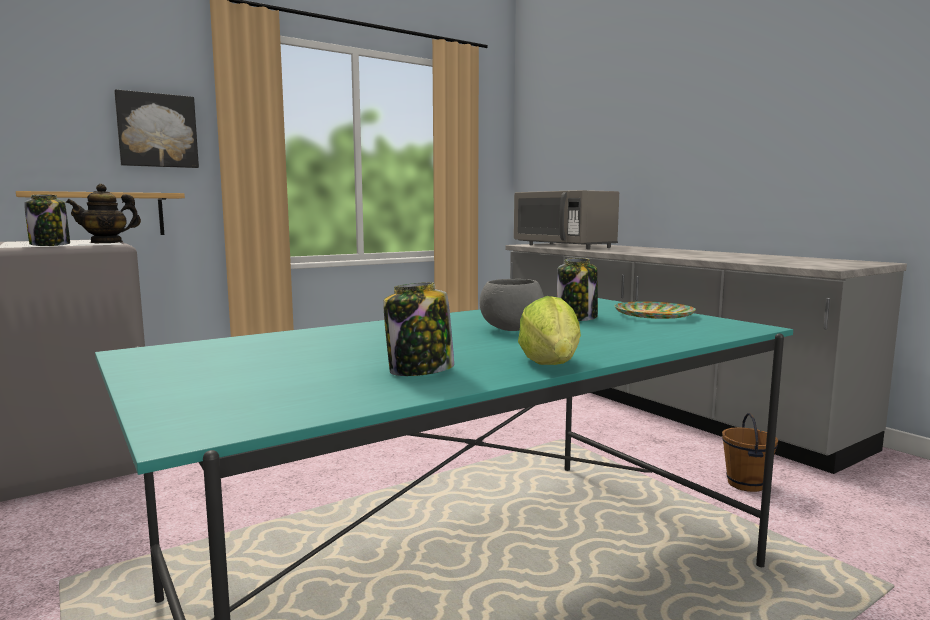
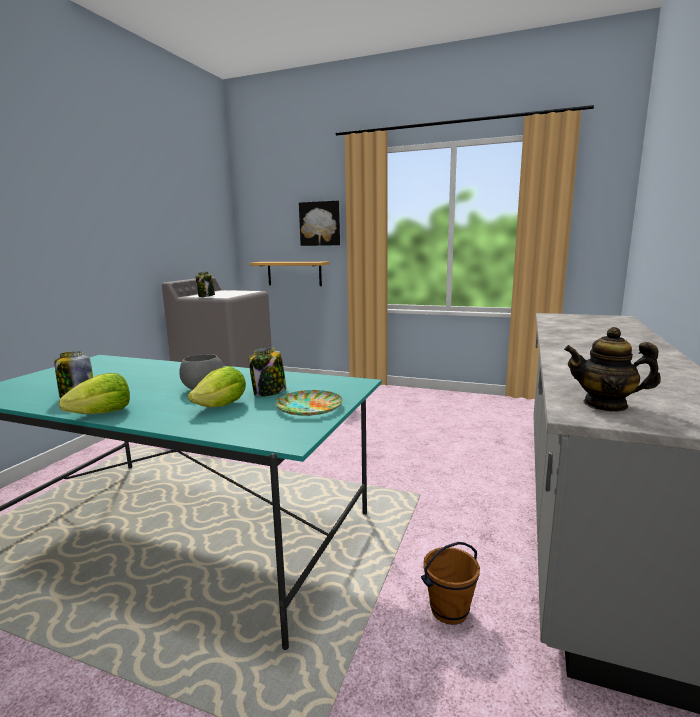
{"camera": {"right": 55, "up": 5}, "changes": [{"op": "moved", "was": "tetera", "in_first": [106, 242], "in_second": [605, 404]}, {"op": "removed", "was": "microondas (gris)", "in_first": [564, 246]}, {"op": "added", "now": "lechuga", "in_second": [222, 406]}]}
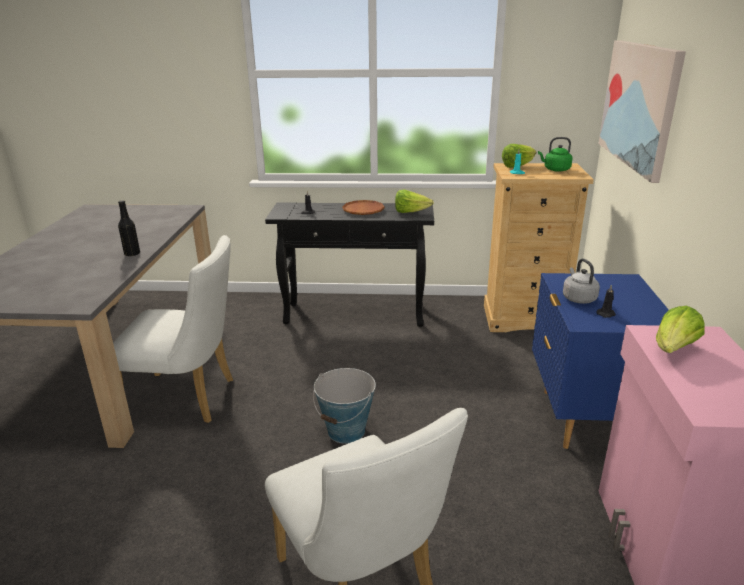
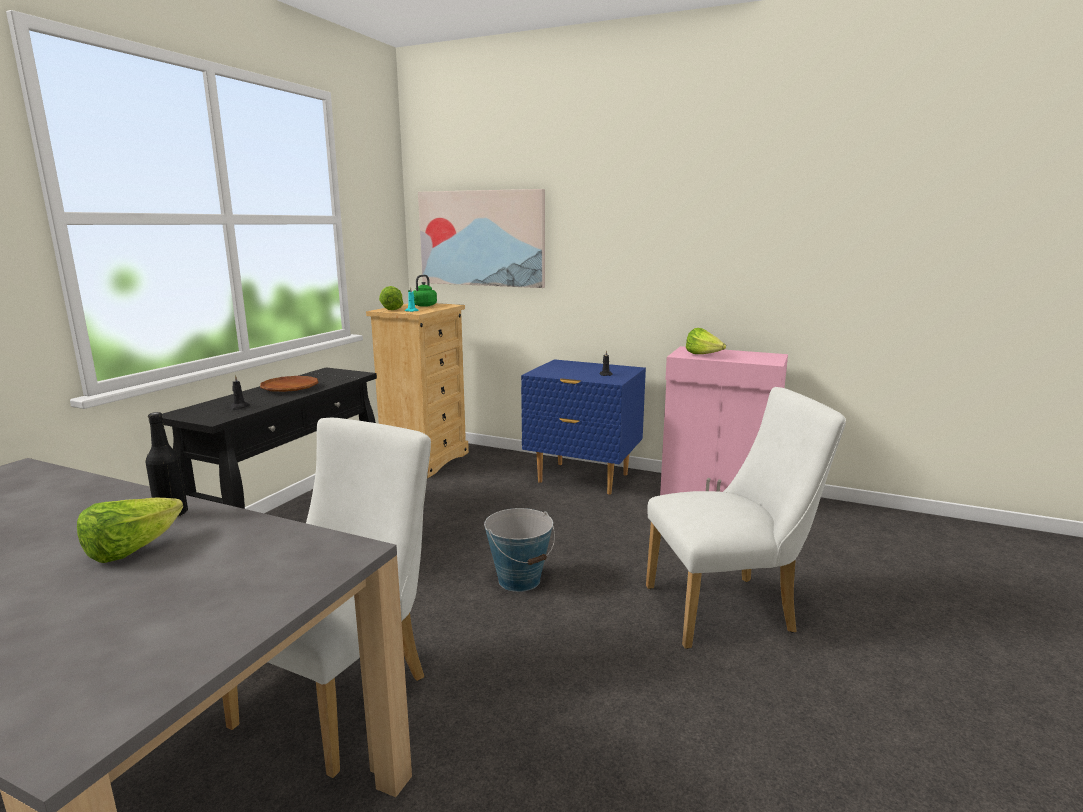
{"camera": {"right": -70, "up": -10}, "changes": [{"op": "moved", "was": "lechuga", "in_first": [410, 212], "in_second": [132, 550]}, {"op": "removed", "was": "hervidor (gris)", "in_first": [578, 298]}]}
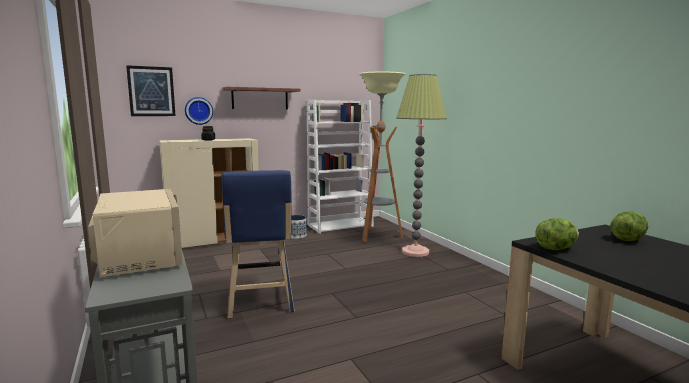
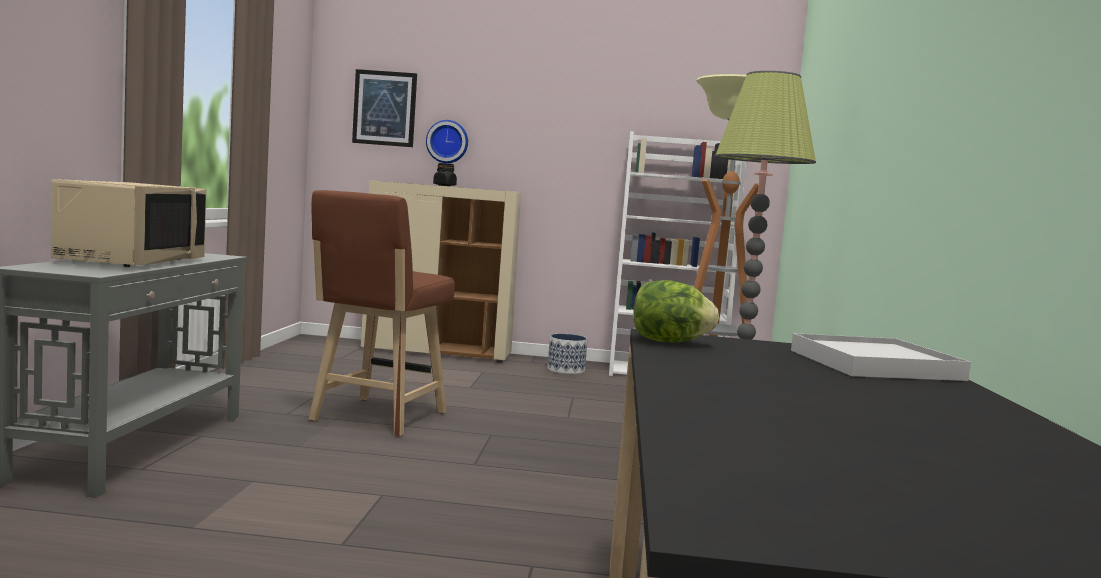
{"camera": {"right": 30, "up": -5}, "changes": [{"op": "recoloured", "was": "taburete (azul)", "now": "taburete (marrón)", "in_first": [260, 303], "in_second": [375, 418]}, {"op": "removed", "was": "estante", "in_first": [260, 98]}, {"op": "replaced", "was": "lechuga", "now": "bandeja (blanco)", "in_first": [627, 239], "in_second": [873, 365]}]}
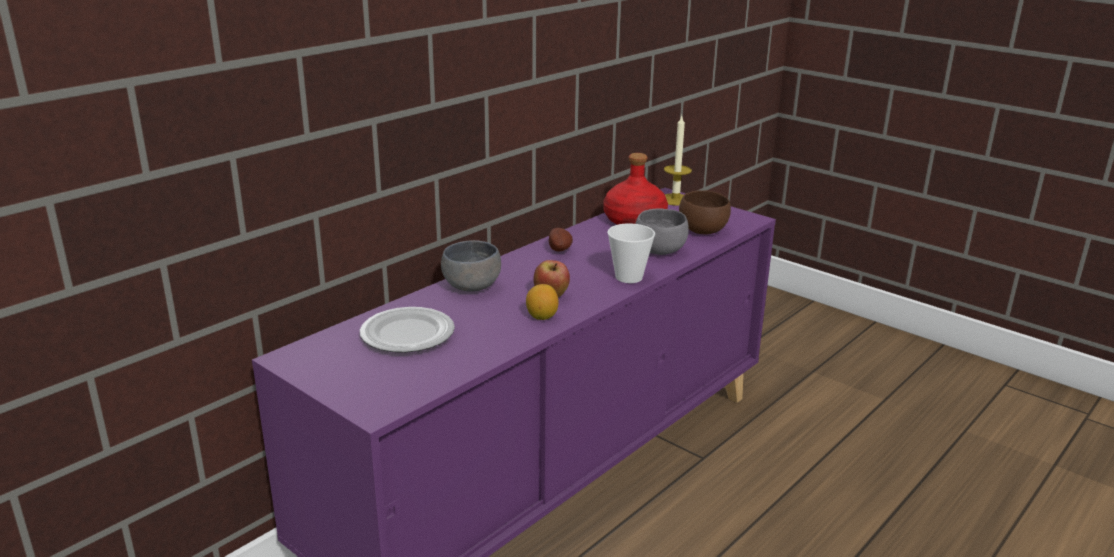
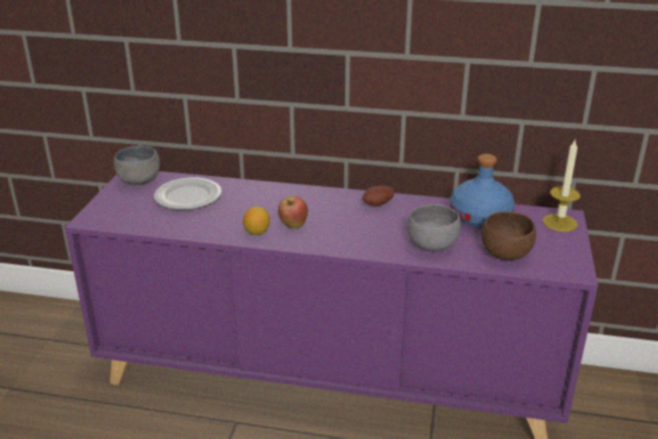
{"camera": {"right": 60, "up": 5}, "changes": [{"op": "moved", "was": "cuenco (gris)", "in_first": [470, 288], "in_second": [137, 181]}, {"op": "recoloured", "was": "botella (rojo)", "now": "botella (azul)", "in_first": [634, 220], "in_second": [480, 217]}, {"op": "removed", "was": "taza", "in_first": [629, 277]}]}
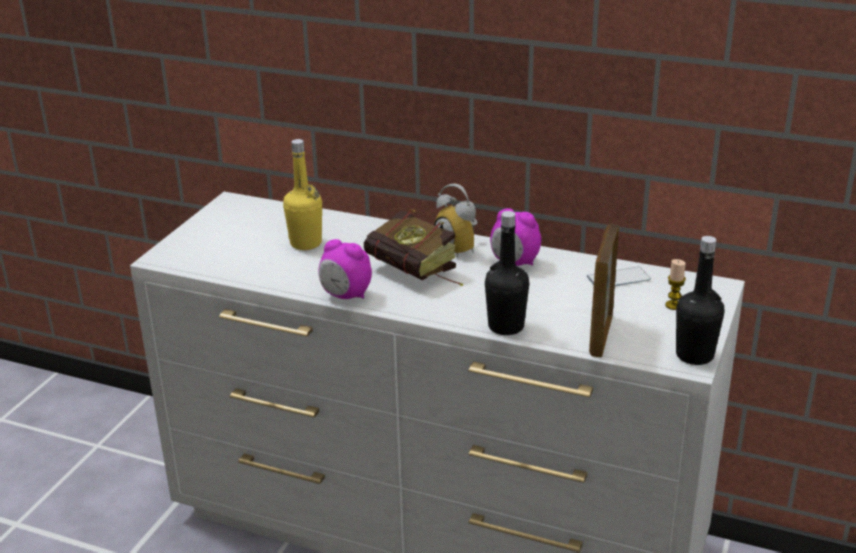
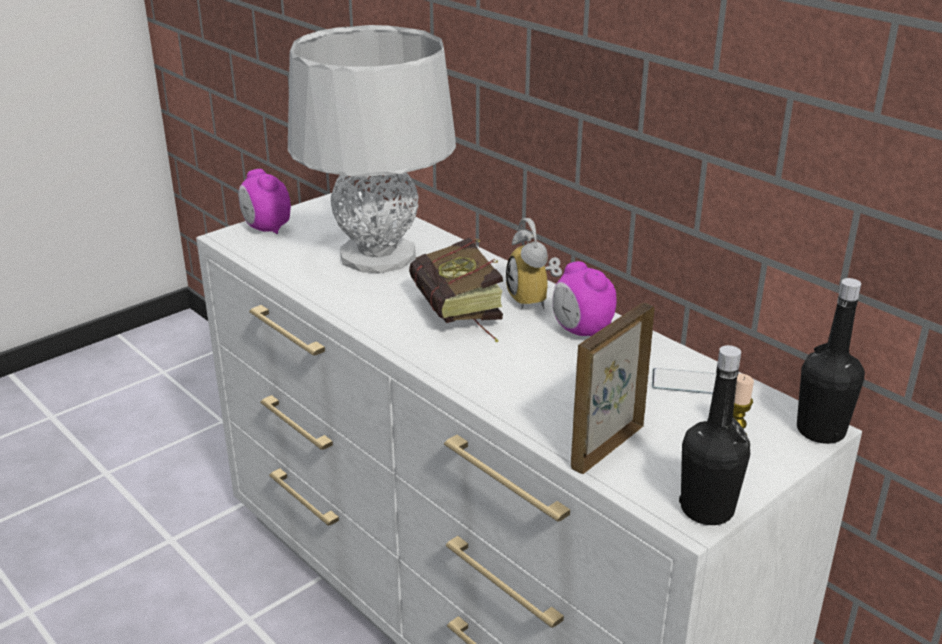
{"camera": {"right": 25, "up": 0}, "changes": [{"op": "replaced", "was": "botella (amarillo)", "now": "lámpara de mesa (gris)", "in_first": [306, 243], "in_second": [377, 255]}, {"op": "moved", "was": "despertador", "in_first": [345, 295], "in_second": [266, 229]}, {"op": "moved", "was": "botella (negro)", "in_first": [506, 326], "in_second": [820, 431]}]}
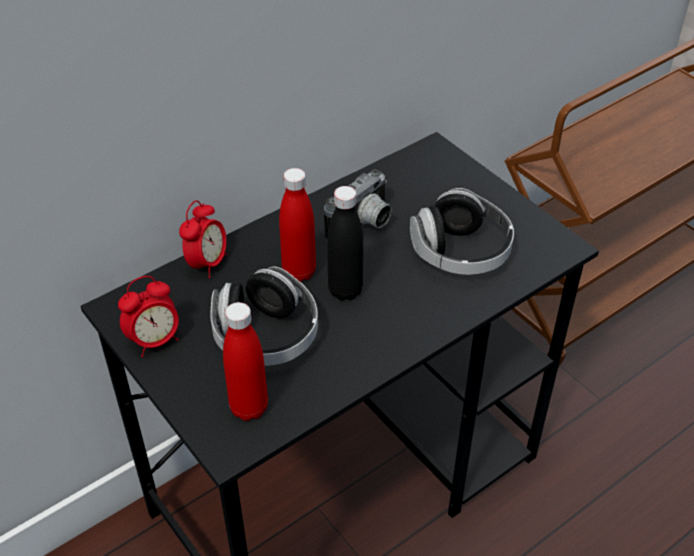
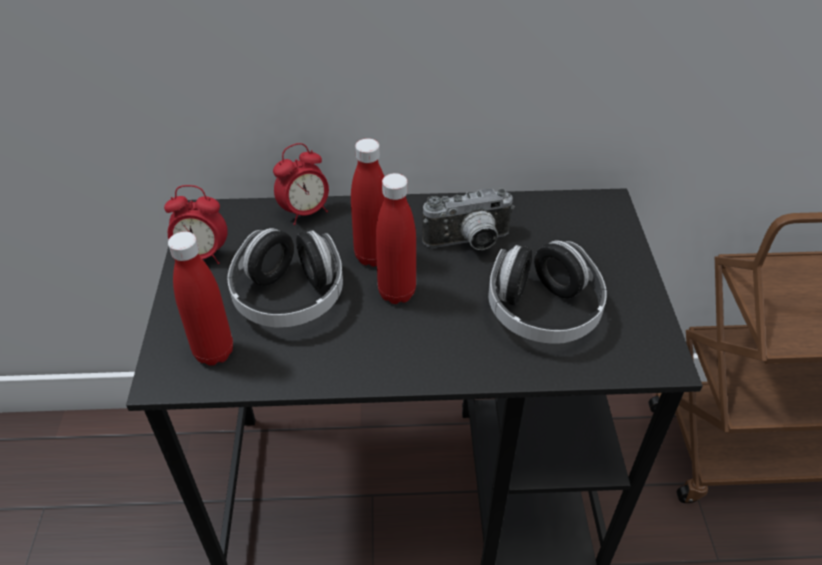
{"camera": {"right": 35, "up": 0}, "changes": [{"op": "recoloured", "was": "botella (negro)", "now": "botella (rojo)", "in_first": [345, 290], "in_second": [397, 293]}]}
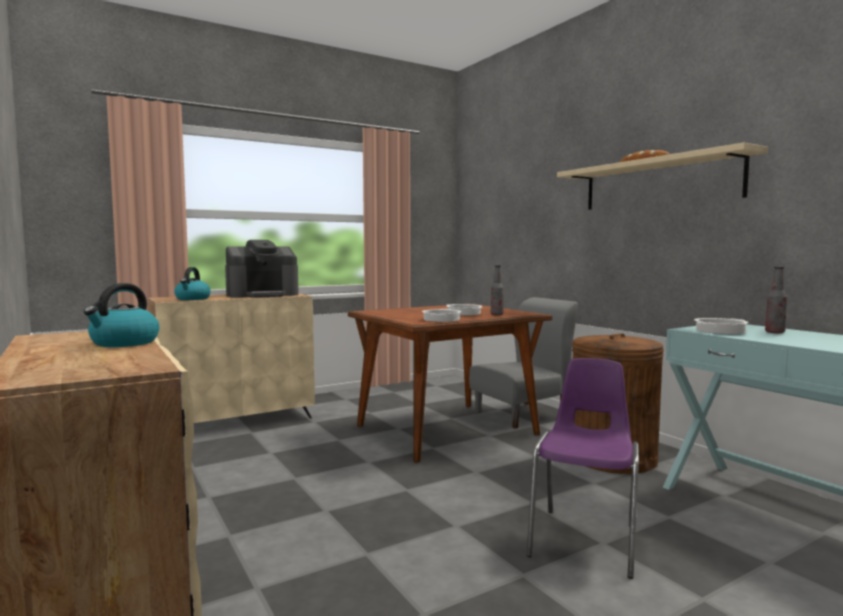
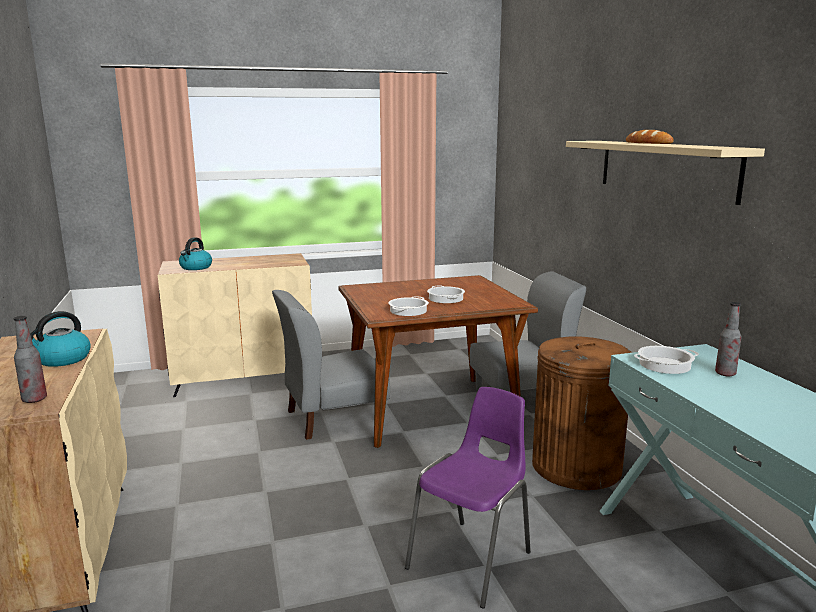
{"camera": {"right": 15, "up": 10}, "changes": [{"op": "removed", "was": "cafetera", "in_first": [262, 295]}, {"op": "moved", "was": "botella", "in_first": [497, 314], "in_second": [34, 399]}, {"op": "added", "now": "silla (gris)", "in_second": [333, 417]}]}
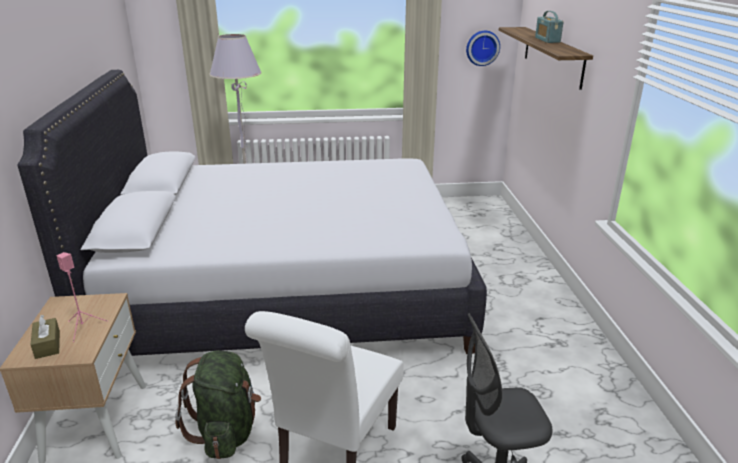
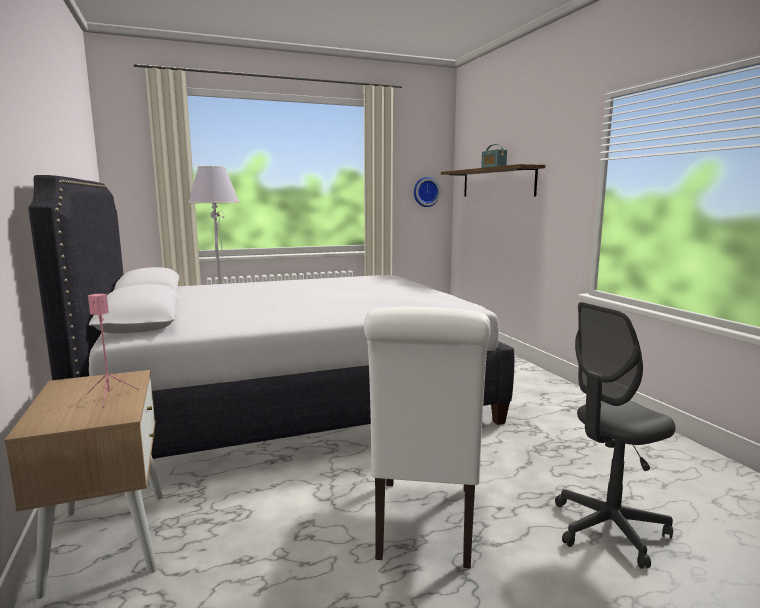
{"camera": {"right": -15, "up": -15}, "changes": [{"op": "removed", "was": "caja de pañuelos (marrón)", "in_first": [47, 345]}, {"op": "removed", "was": "mochila (verde)", "in_first": [226, 431]}]}
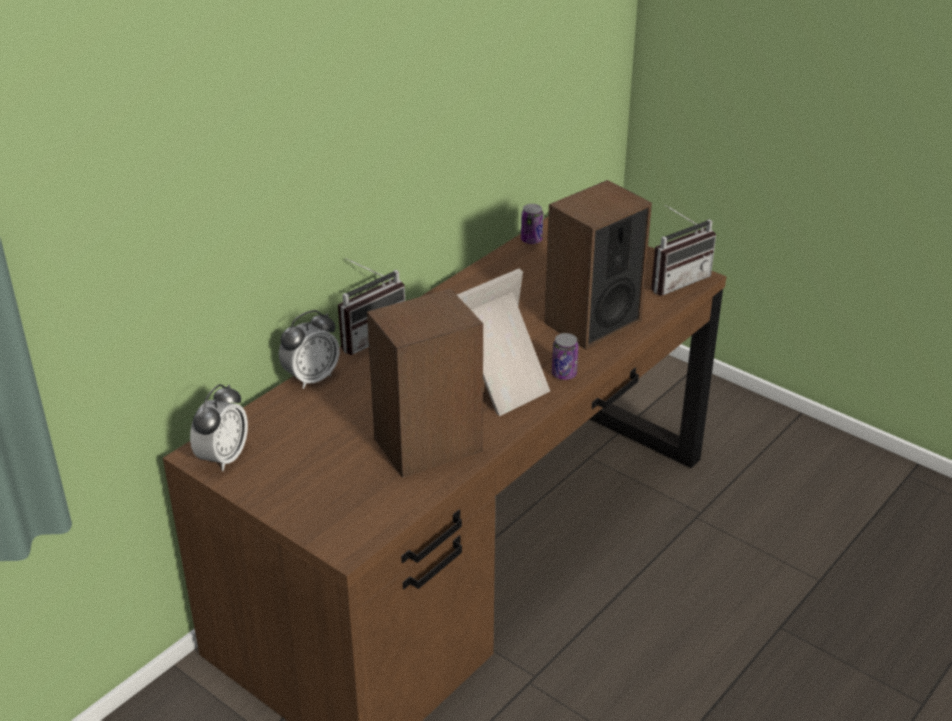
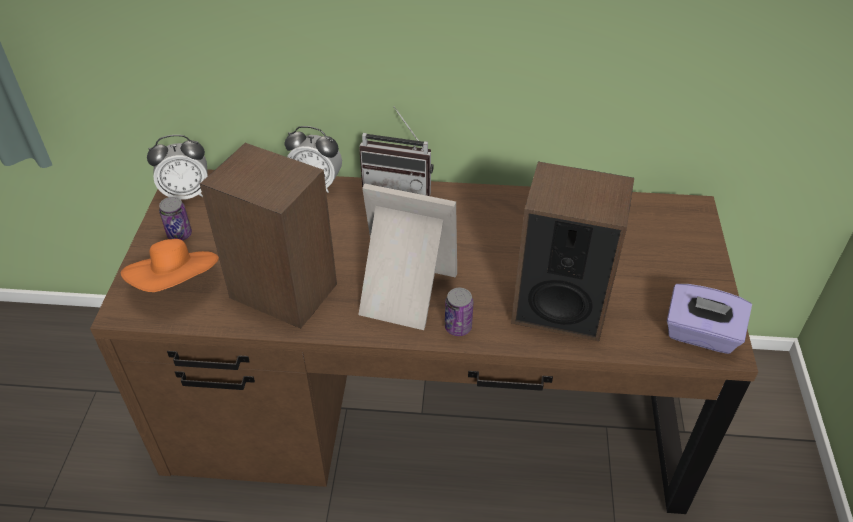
{"camera": {"right": 55, "up": 10}, "changes": [{"op": "moved", "was": "lata", "in_first": [531, 240], "in_second": [179, 234]}, {"op": "replaced", "was": "radio", "now": "caja de pañuelos (morado)", "in_first": [676, 280], "in_second": [700, 334]}, {"op": "added", "now": "sombrero (naranja)", "in_second": [177, 284]}]}
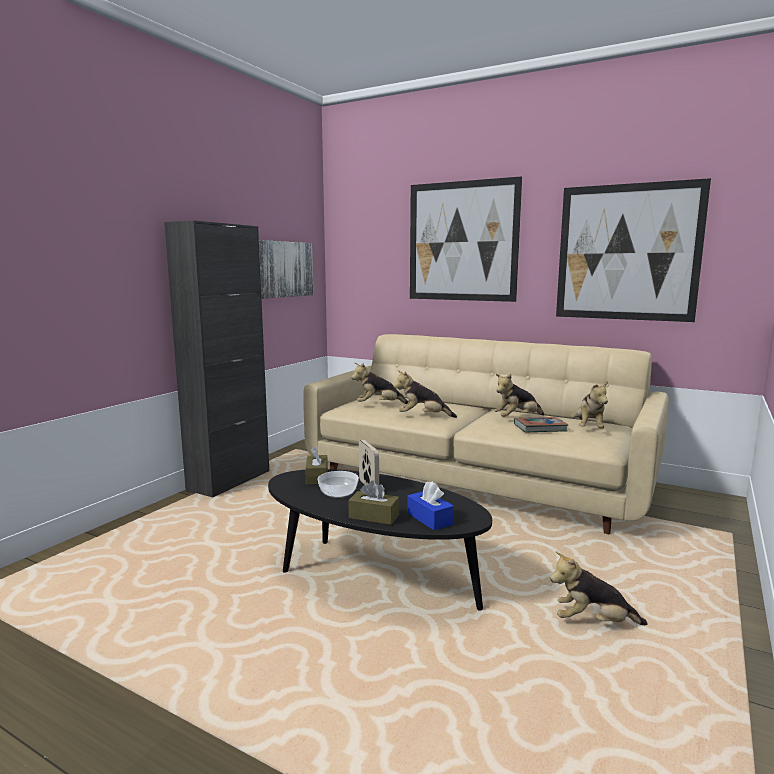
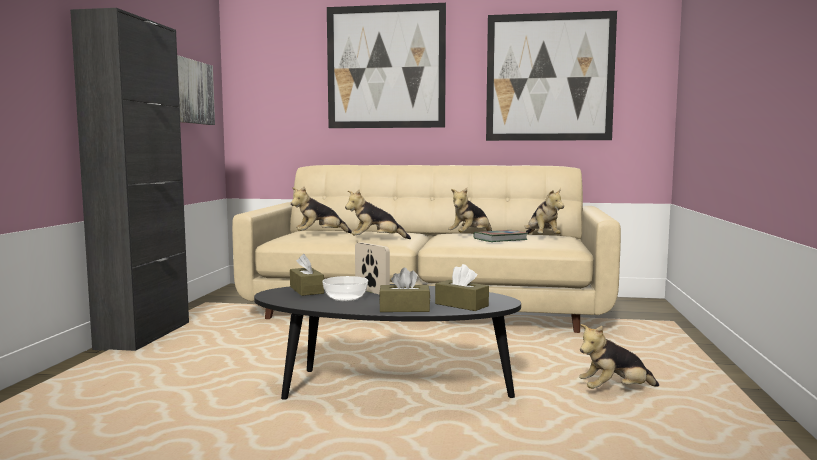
{"camera": {"right": -20, "up": -5}, "changes": [{"op": "recoloured", "was": "caja de pañuelos (azul)", "now": "caja de pañuelos (marrón)", "in_first": [429, 519], "in_second": [461, 305]}]}
